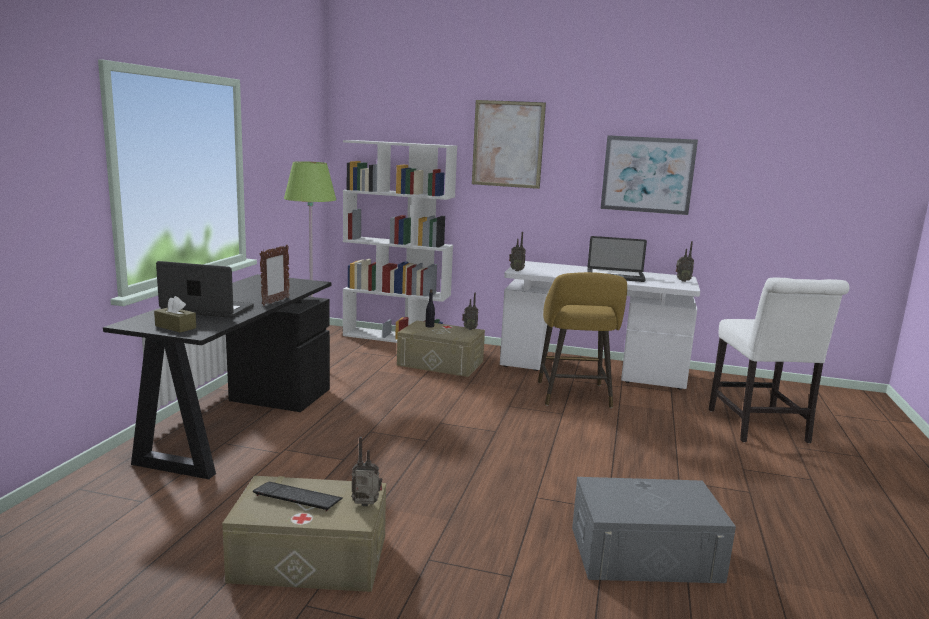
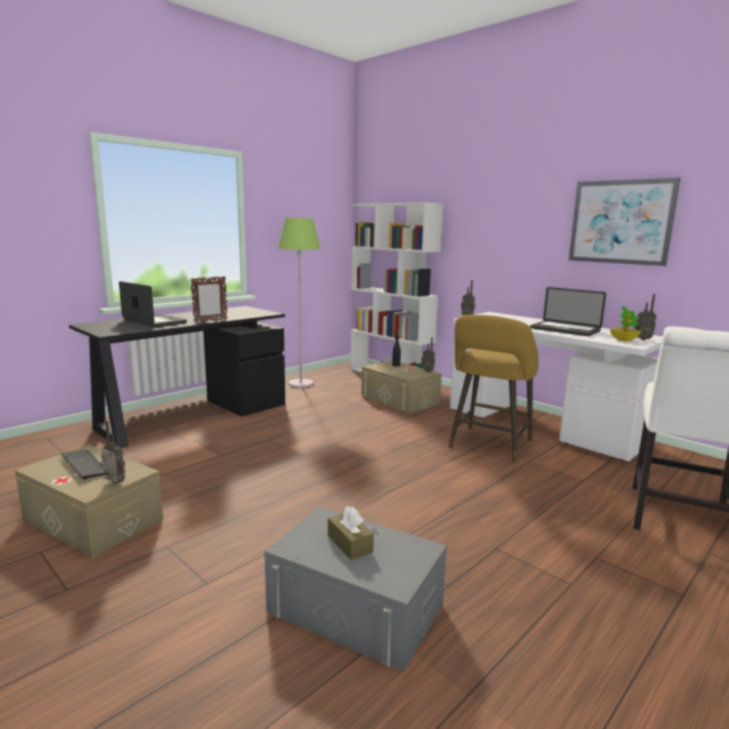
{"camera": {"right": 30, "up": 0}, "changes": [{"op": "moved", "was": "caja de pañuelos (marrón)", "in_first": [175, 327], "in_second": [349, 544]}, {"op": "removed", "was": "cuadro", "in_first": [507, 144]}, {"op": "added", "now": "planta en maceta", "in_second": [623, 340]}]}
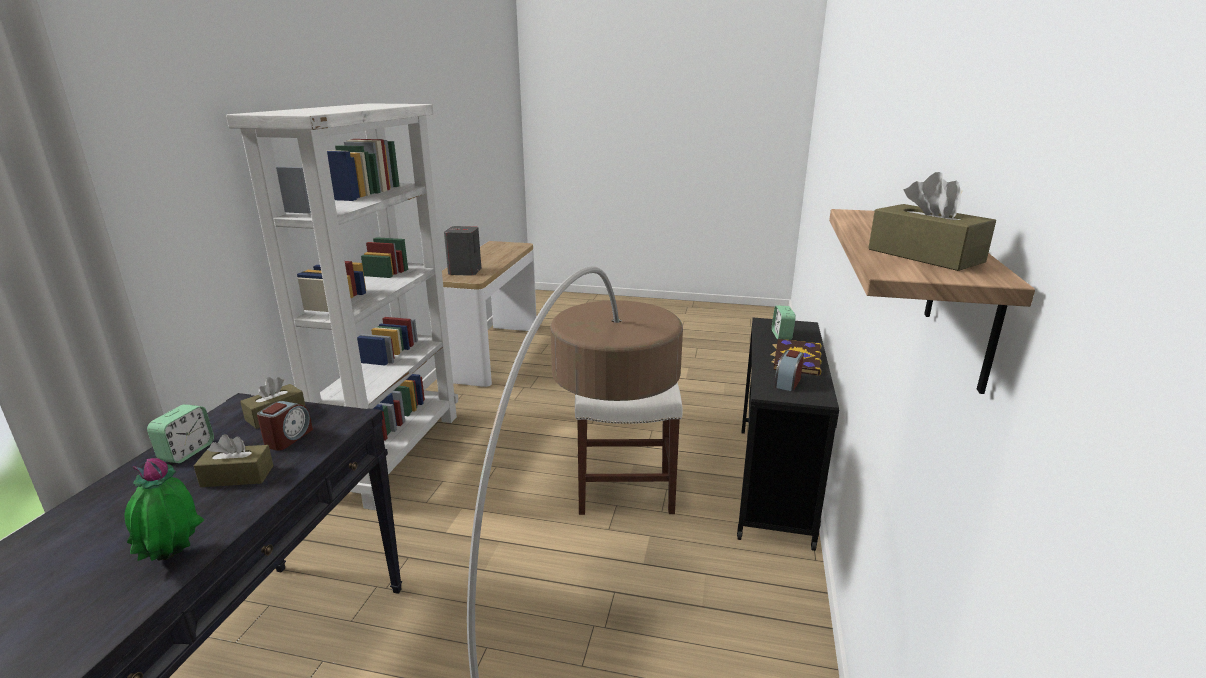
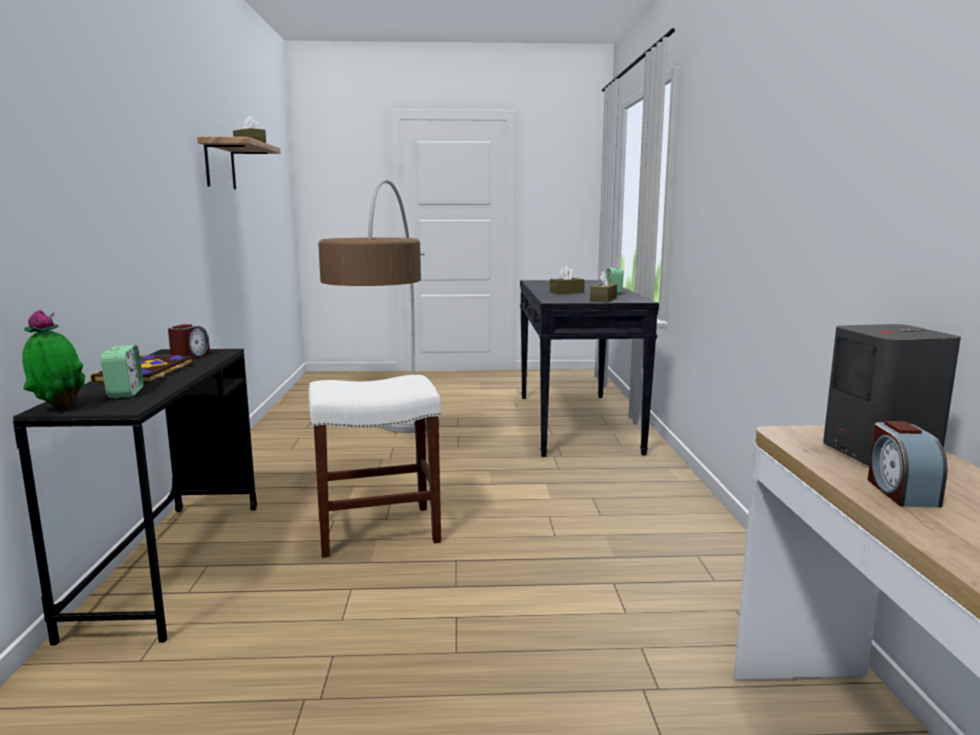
{"camera": {"right": 165, "up": -10}, "changes": [{"op": "moved", "was": "planta en maceta", "in_first": [174, 558], "in_second": [59, 408]}, {"op": "removed", "was": "estantería (blanco)", "in_first": [394, 453]}, {"op": "moved", "was": "despertador", "in_first": [288, 438], "in_second": [900, 491]}]}
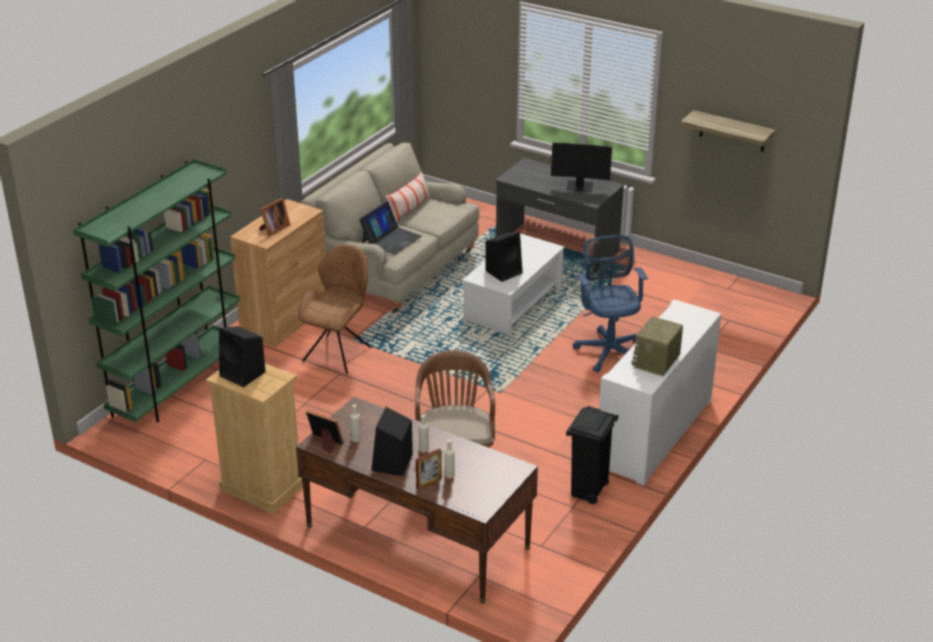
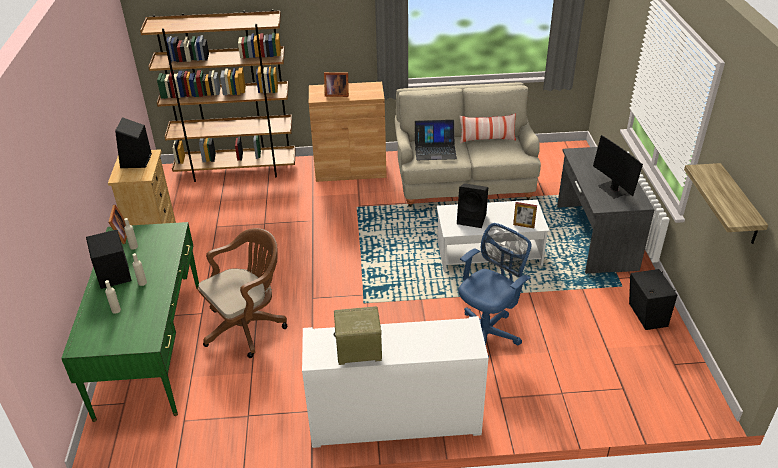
{"camera": {"right": 55, "up": 5}, "changes": [{"op": "recoloured", "was": "estantería (verde)", "now": "estantería (marrón)", "in_first": [178, 386], "in_second": [237, 170]}, {"op": "recoloured", "was": "escritorio (marrón)", "now": "escritorio (verde)", "in_first": [417, 537], "in_second": [150, 348]}, {"op": "removed", "was": "silla (marrón)", "in_first": [338, 353]}, {"op": "moved", "was": "portarretratos", "in_first": [429, 483], "in_second": [523, 225]}, {"op": "removed", "was": "papelera (negro)", "in_first": [588, 492]}, {"op": "added", "now": "altavoz (negro)", "in_second": [646, 316]}]}
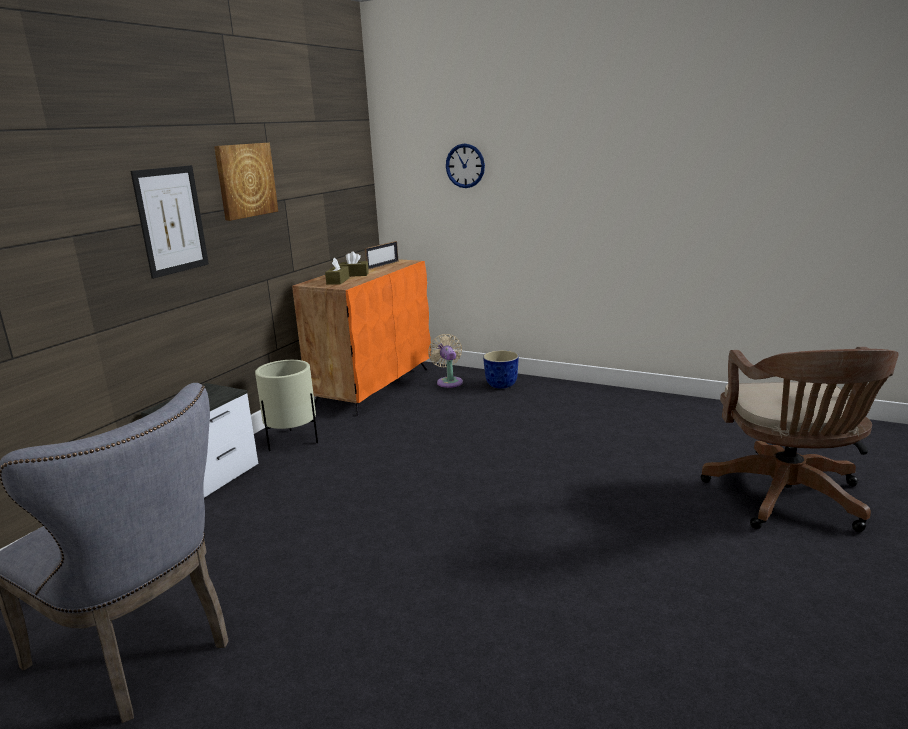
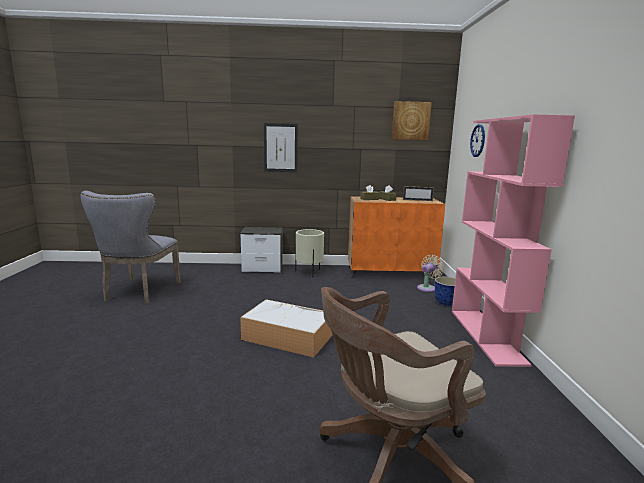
{"camera": {"right": 60, "up": -5}, "changes": [{"op": "moved", "was": "cuadro", "in_first": [245, 180], "in_second": [411, 121]}, {"op": "added", "now": "caja de almacenaje", "in_second": [286, 336]}, {"op": "added", "now": "estantería (rosa)", "in_second": [487, 335]}]}
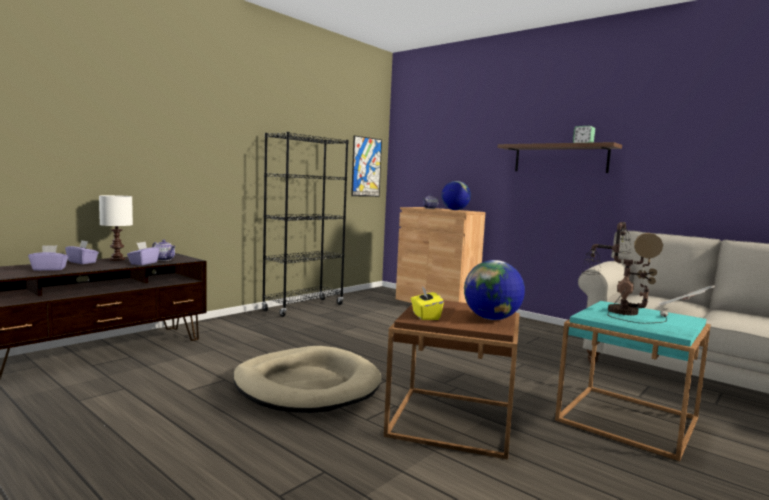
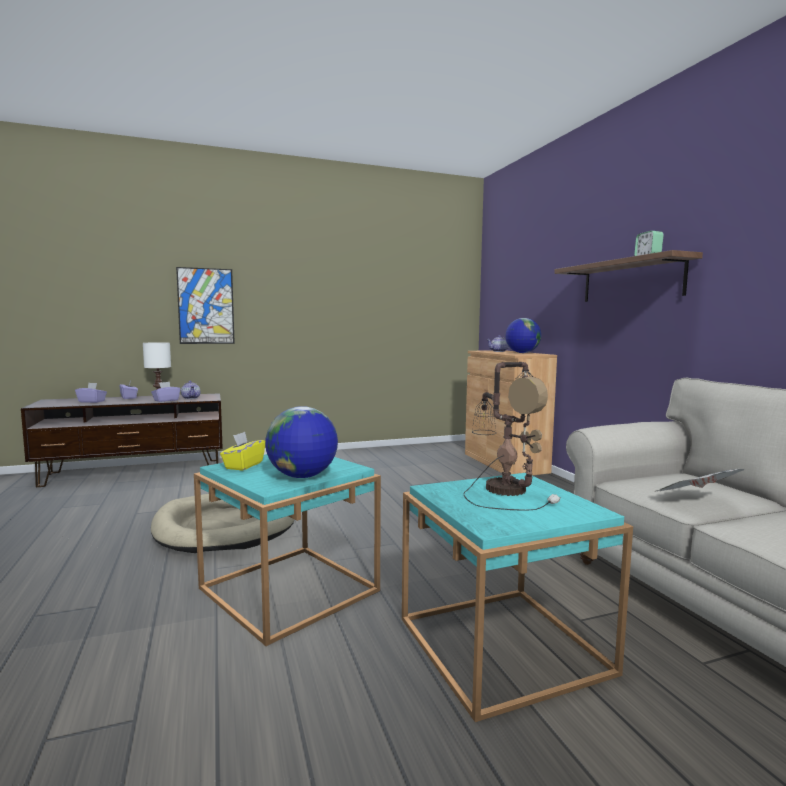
{"camera": {"right": 30, "up": 0}, "changes": [{"op": "removed", "was": "estantería (negro)", "in_first": [303, 307]}, {"op": "moved", "was": "cuadro", "in_first": [366, 167], "in_second": [206, 306]}, {"op": "recoloured", "was": "mesa auxiliar (marrón)", "now": "mesa auxiliar (turquesa)", "in_first": [452, 420], "in_second": [289, 589]}]}
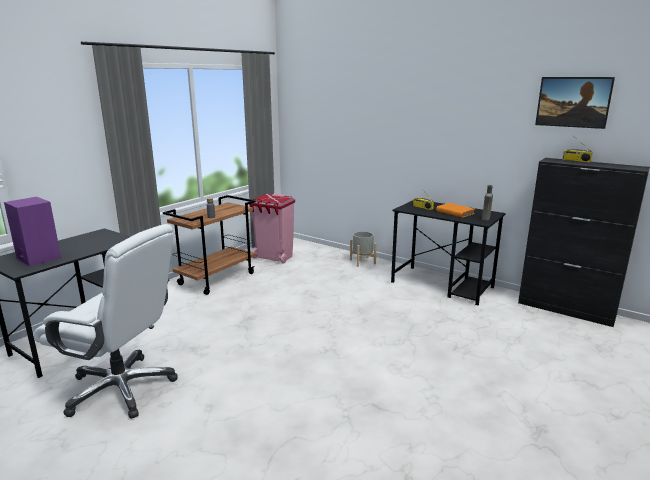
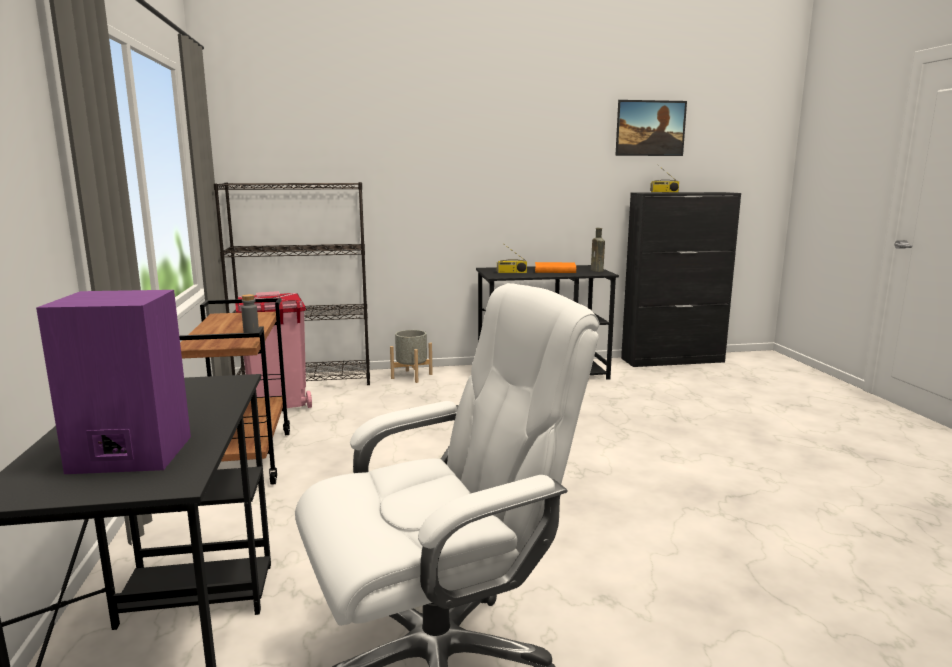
{"camera": {"right": -45, "up": -5}, "changes": [{"op": "added", "now": "estantería (negro)", "in_second": [306, 380]}]}
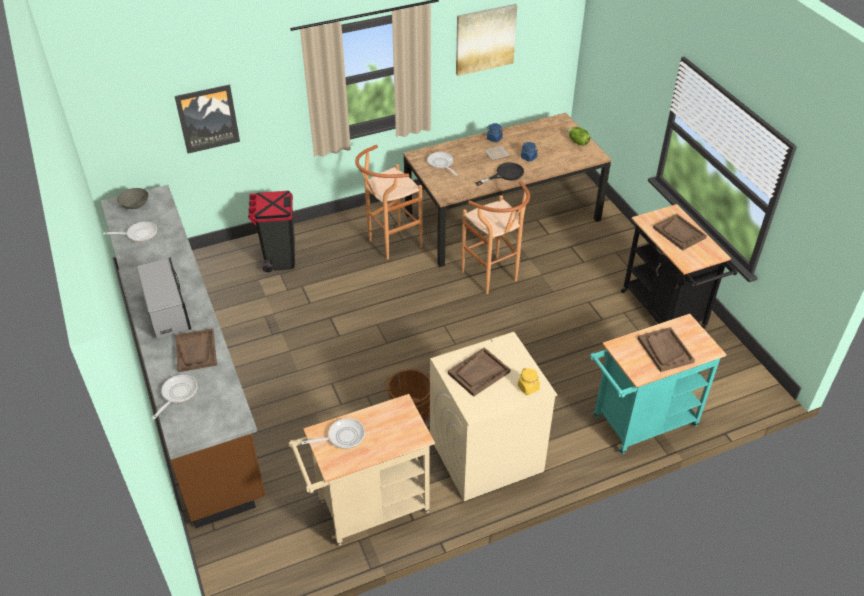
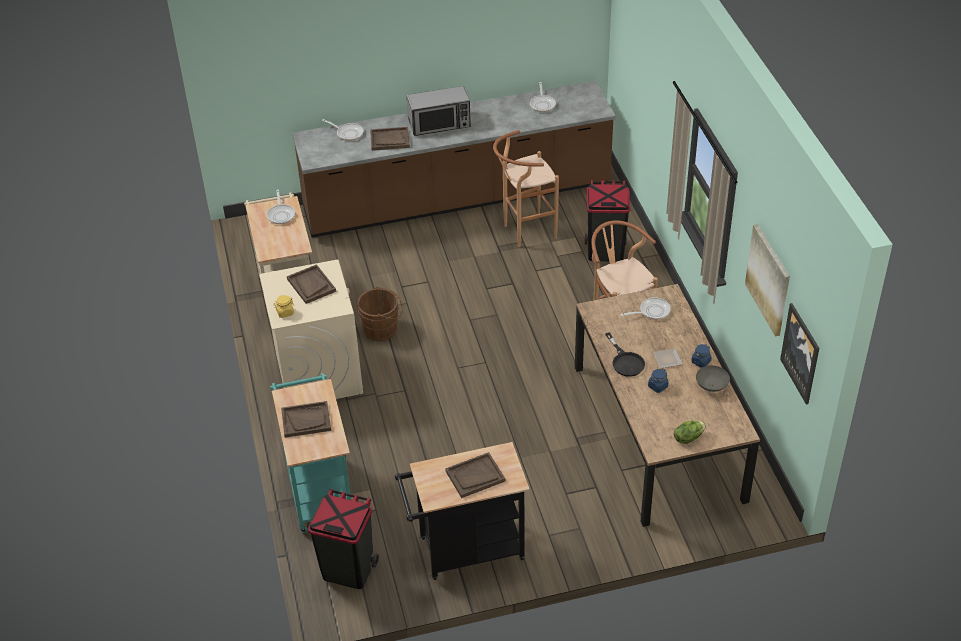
{"camera": {"right": 100, "up": 0}, "changes": [{"op": "moved", "was": "cuenco (gris)", "in_first": [135, 206], "in_second": [711, 385]}, {"op": "moved", "was": "cuadro", "in_first": [207, 118], "in_second": [801, 353]}, {"op": "moved", "was": "taburete (marrón)", "in_first": [493, 279], "in_second": [524, 232]}, {"op": "added", "now": "papelera (negro)", "in_second": [348, 570]}]}
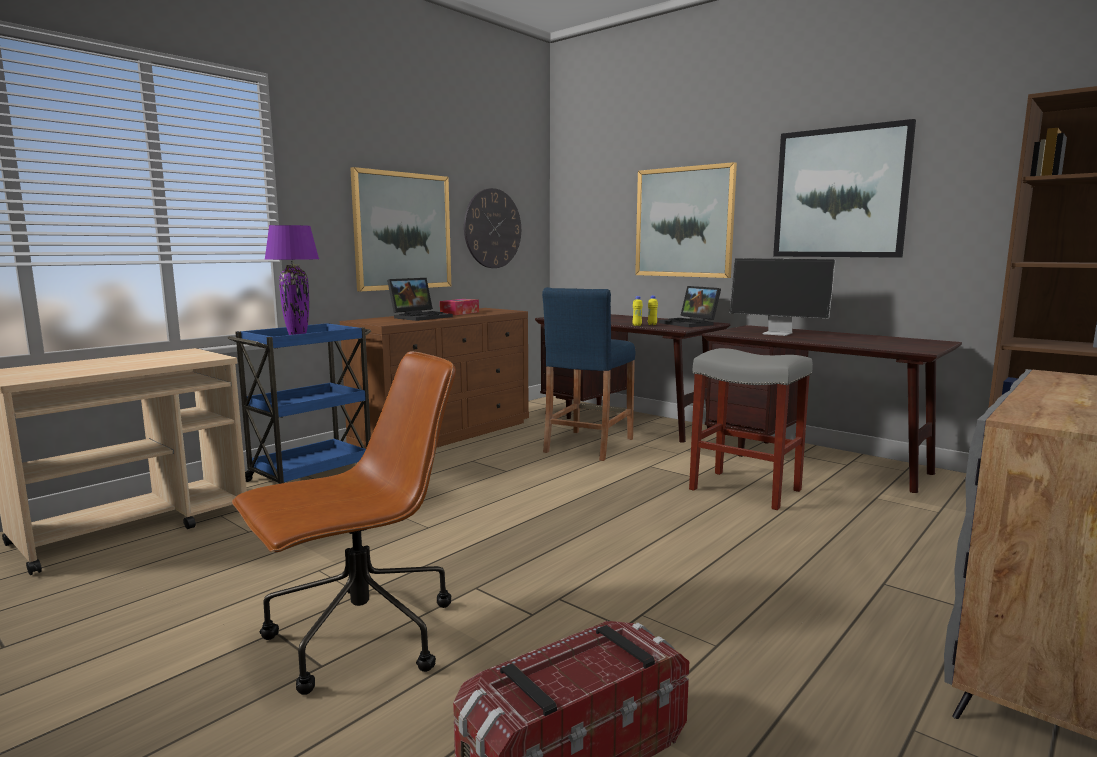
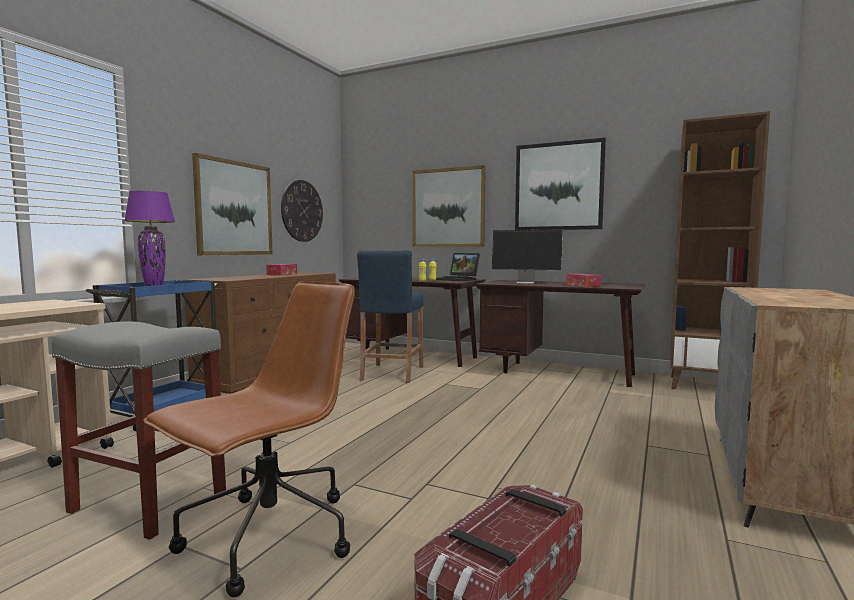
{"camera": {"right": -15, "up": -5}, "changes": [{"op": "removed", "was": "portátil", "in_first": [421, 317]}, {"op": "moved", "was": "taburete (gris)", "in_first": [743, 489], "in_second": [146, 503]}, {"op": "added", "now": "caja de pañuelos", "in_second": [582, 285]}]}
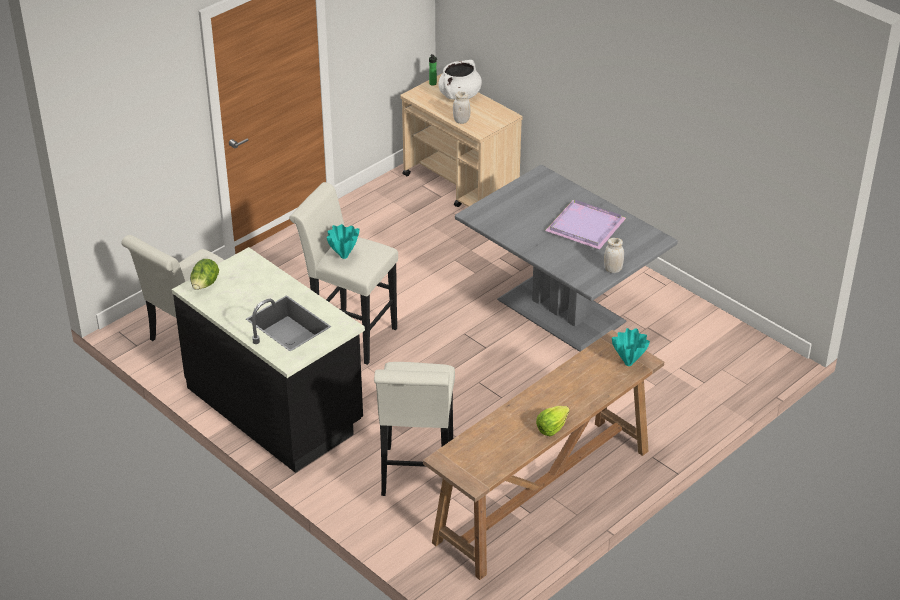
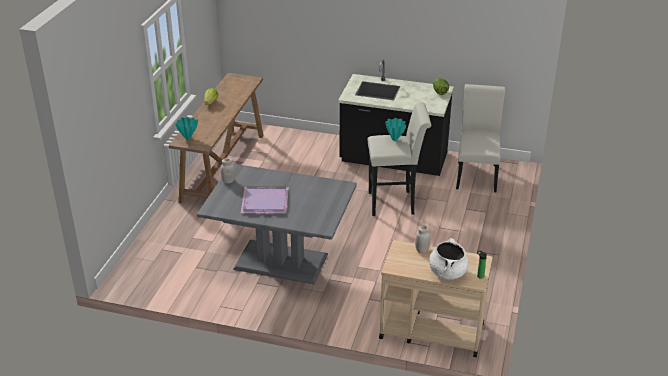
{"camera": {"right": 150, "up": -5}, "changes": [{"op": "removed", "was": "taburete (blanco)", "in_first": [417, 477]}]}
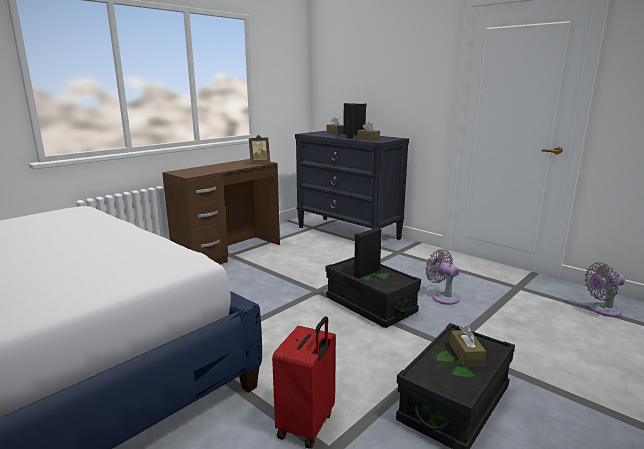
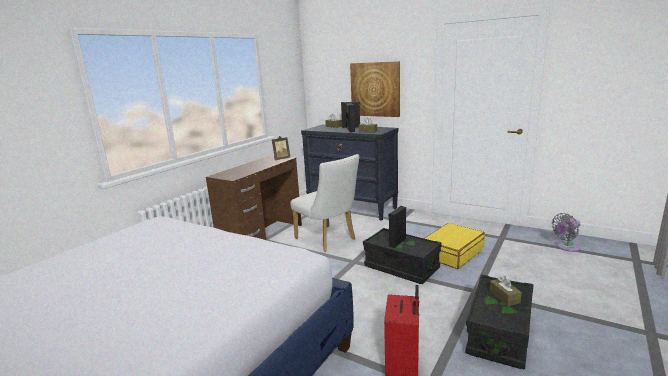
{"camera": {"right": -10, "up": 0}, "changes": [{"op": "replaced", "was": "ventilador (gris)", "now": "maleta (amarillo)", "in_first": [443, 297], "in_second": [452, 253]}, {"op": "added", "now": "silla (blanco)", "in_second": [328, 240]}, {"op": "added", "now": "cuadro", "in_second": [375, 89]}]}
